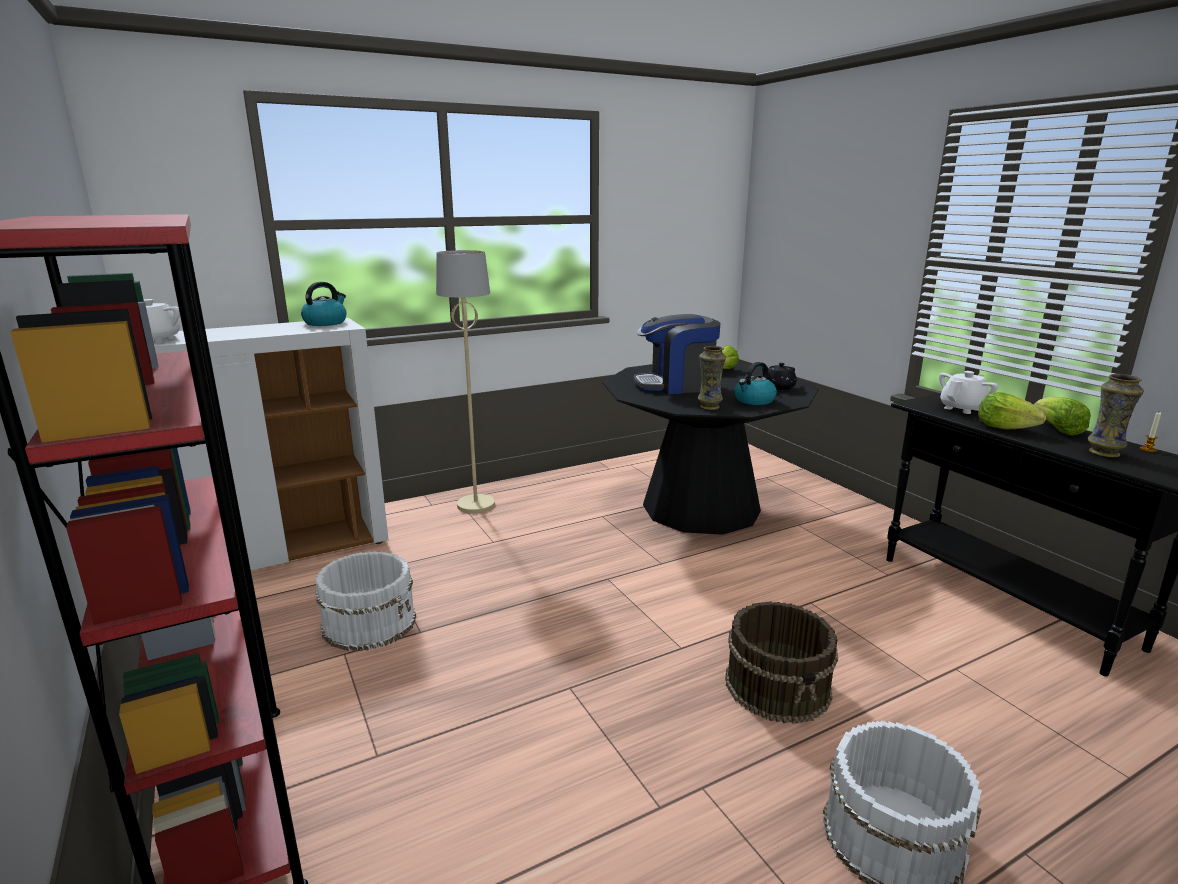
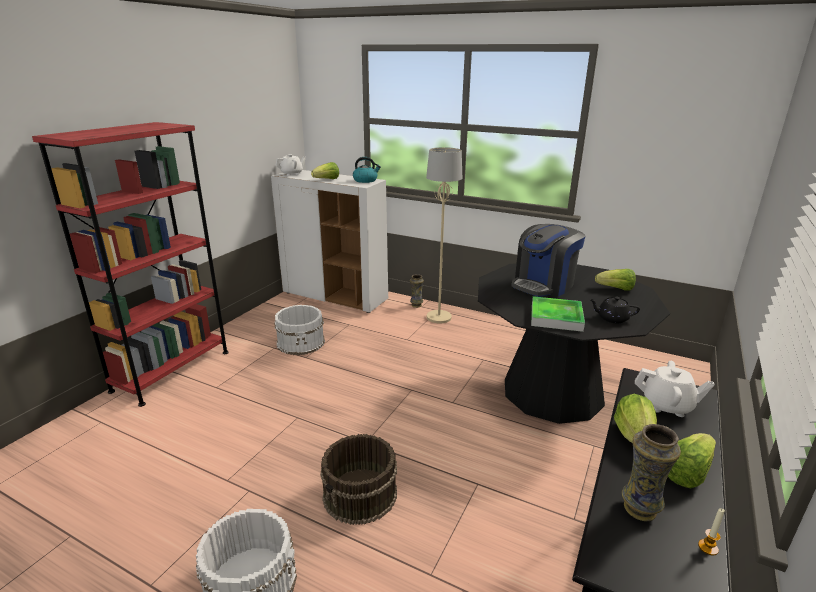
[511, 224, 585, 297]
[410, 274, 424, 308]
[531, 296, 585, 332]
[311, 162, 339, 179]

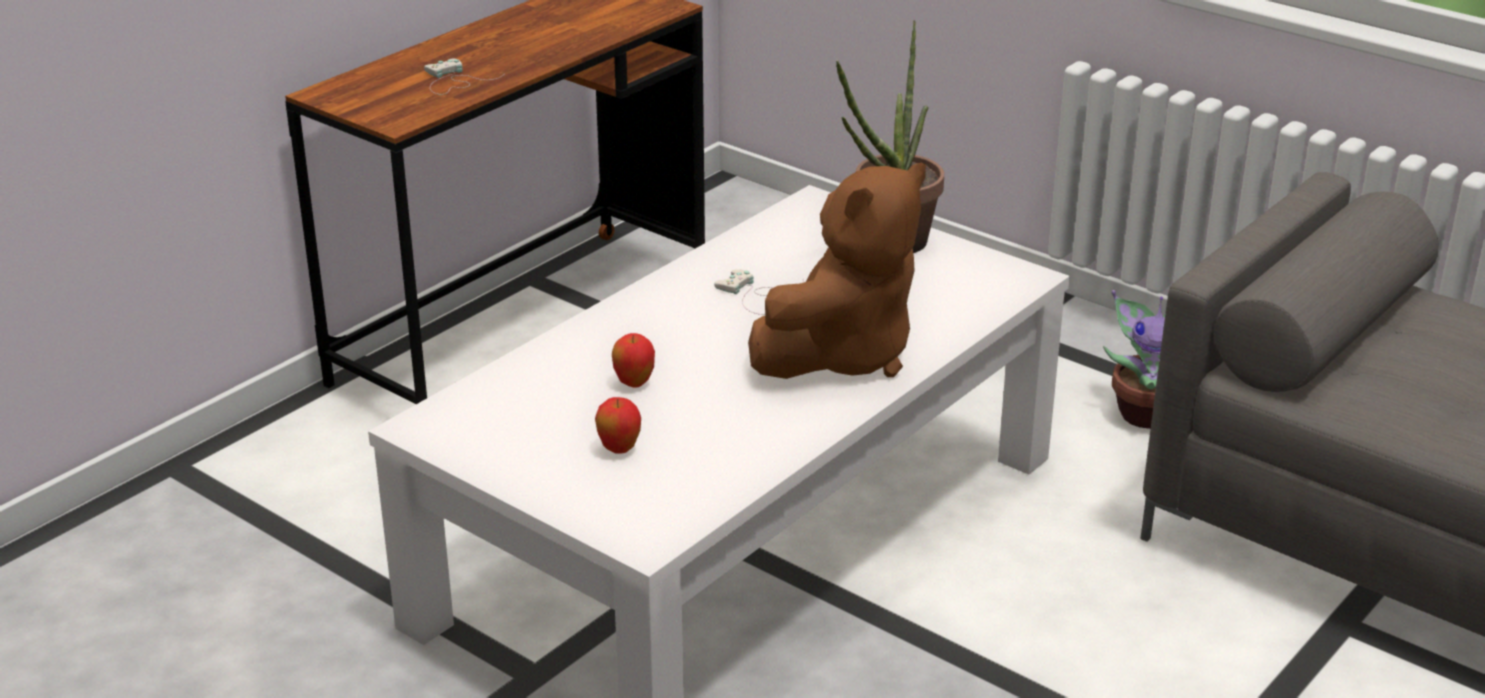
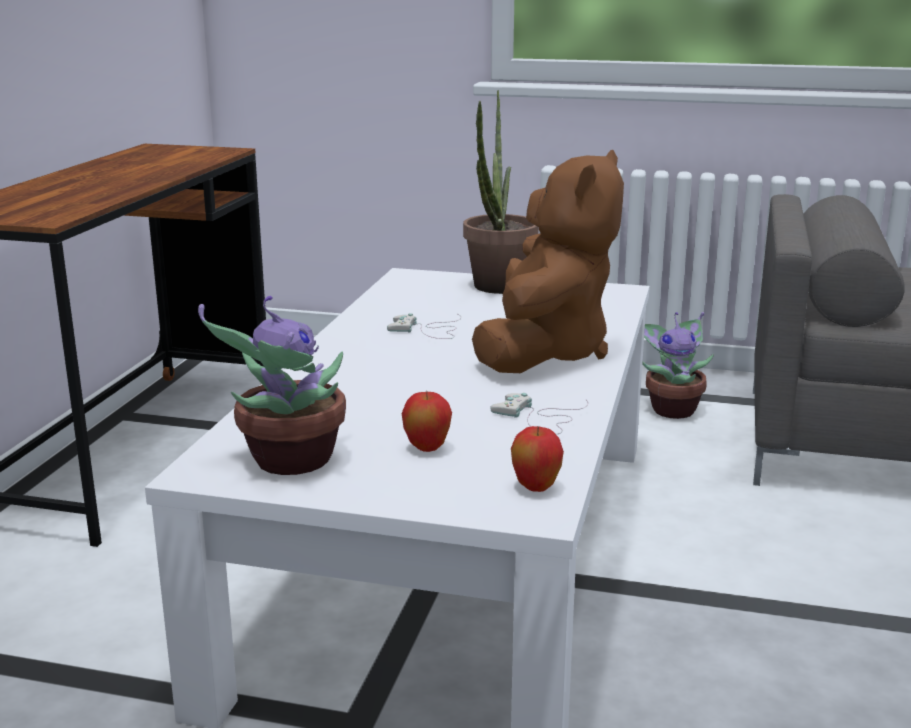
[490, 393, 588, 434]
[511, 426, 564, 492]
[198, 296, 346, 475]

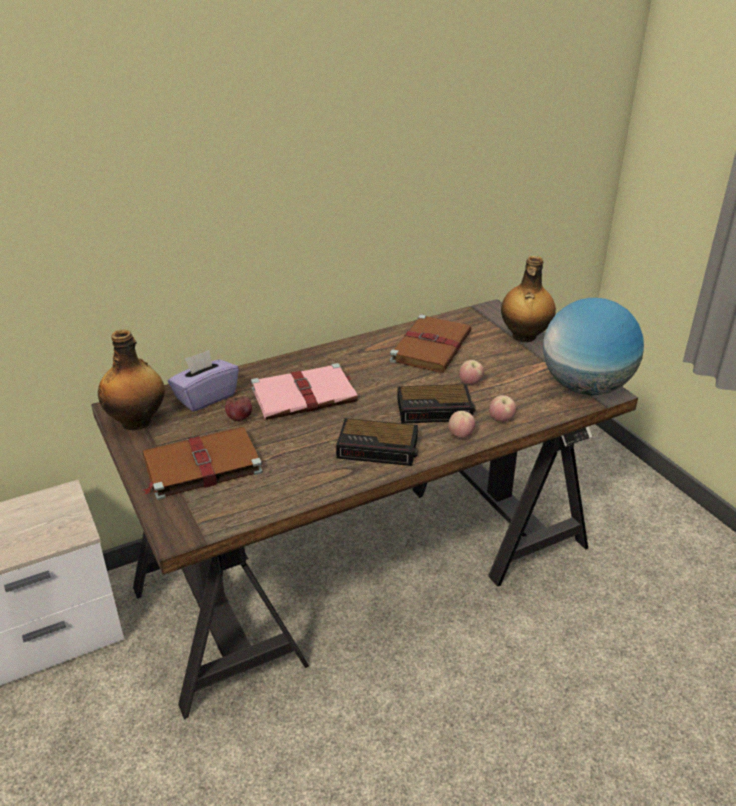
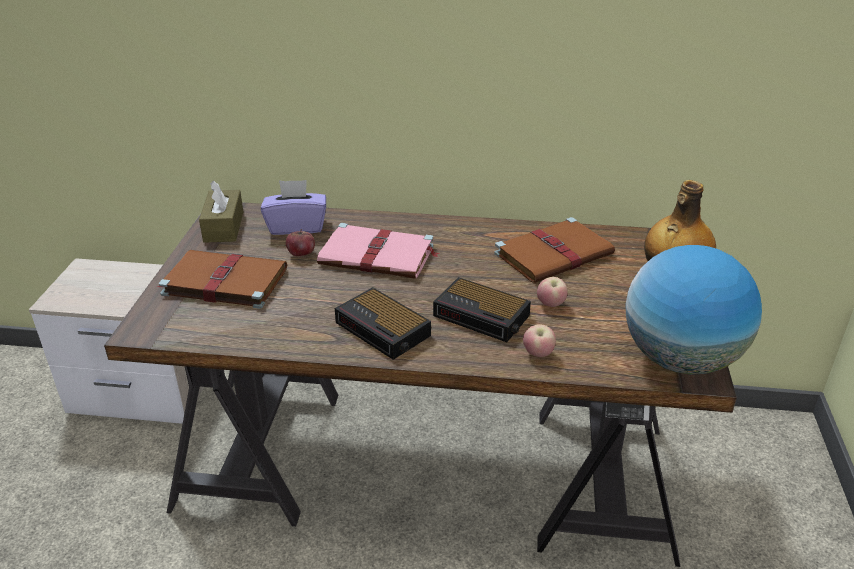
[199, 180, 243, 243]
[448, 411, 475, 438] (first image)

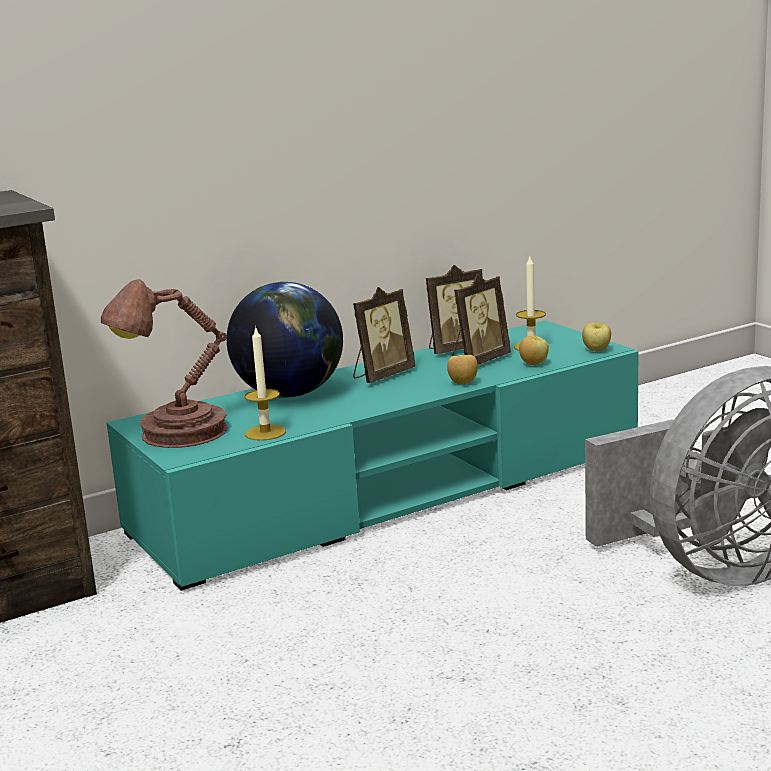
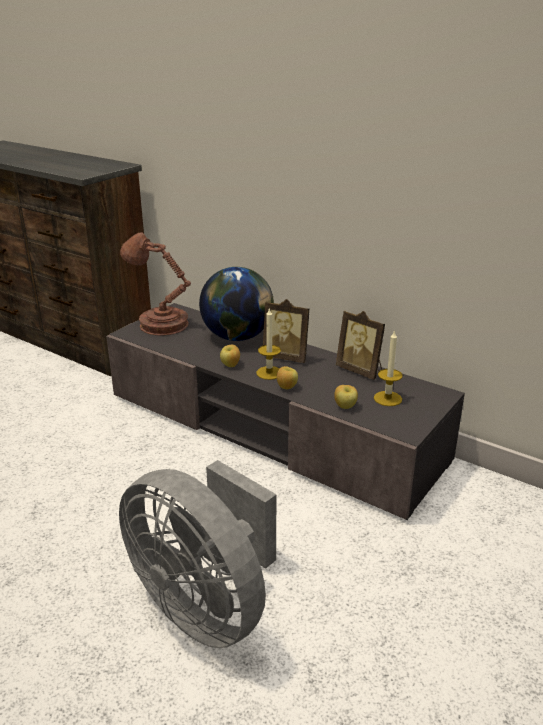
[452, 274, 511, 365] (first image)
[106, 303, 465, 520]
[220, 345, 240, 367]
[256, 307, 281, 380]

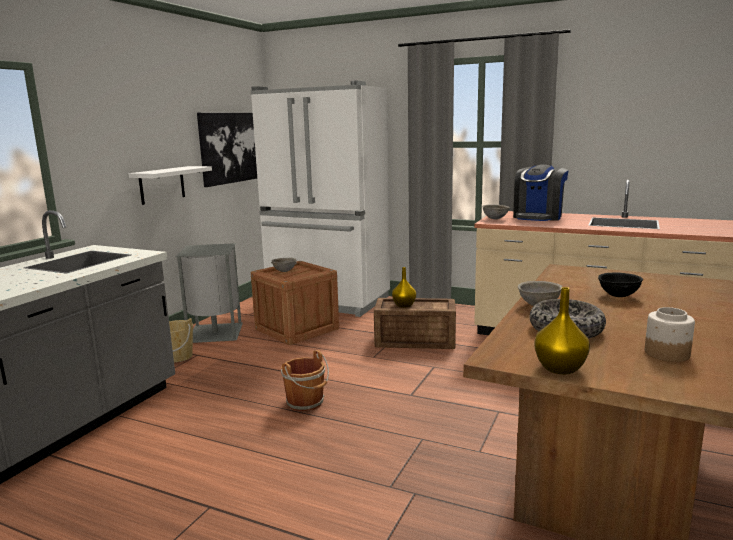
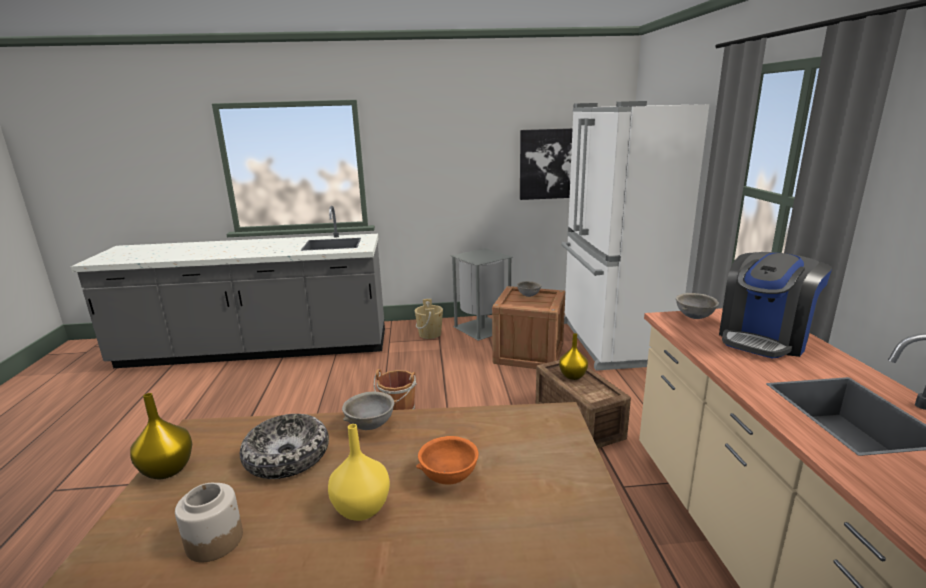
[719, 252, 832, 358]
[128, 166, 212, 205] (first image)
[416, 436, 479, 485]
[328, 424, 390, 521]

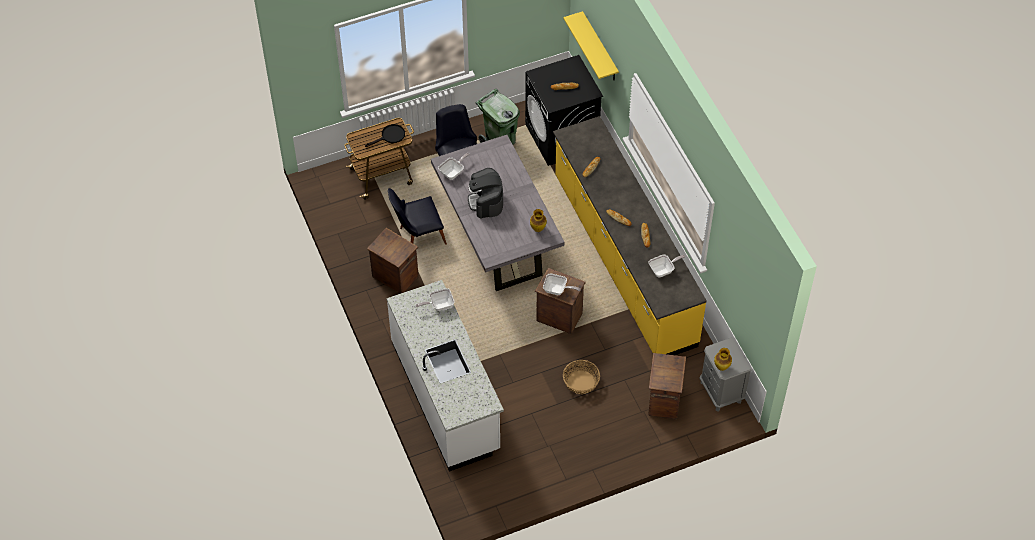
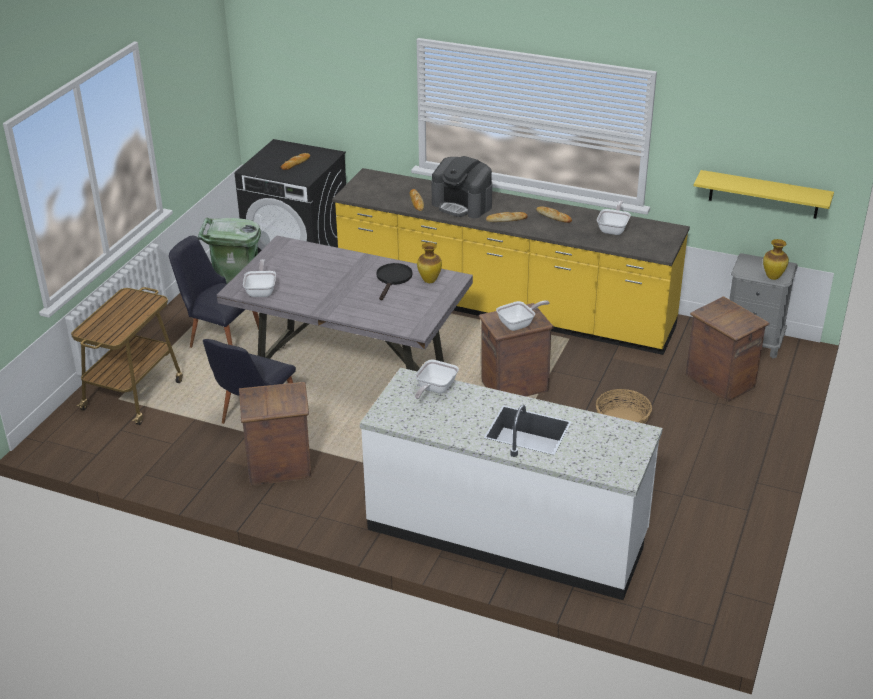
[694, 170, 834, 219]
[376, 263, 413, 300]
[431, 156, 492, 218]

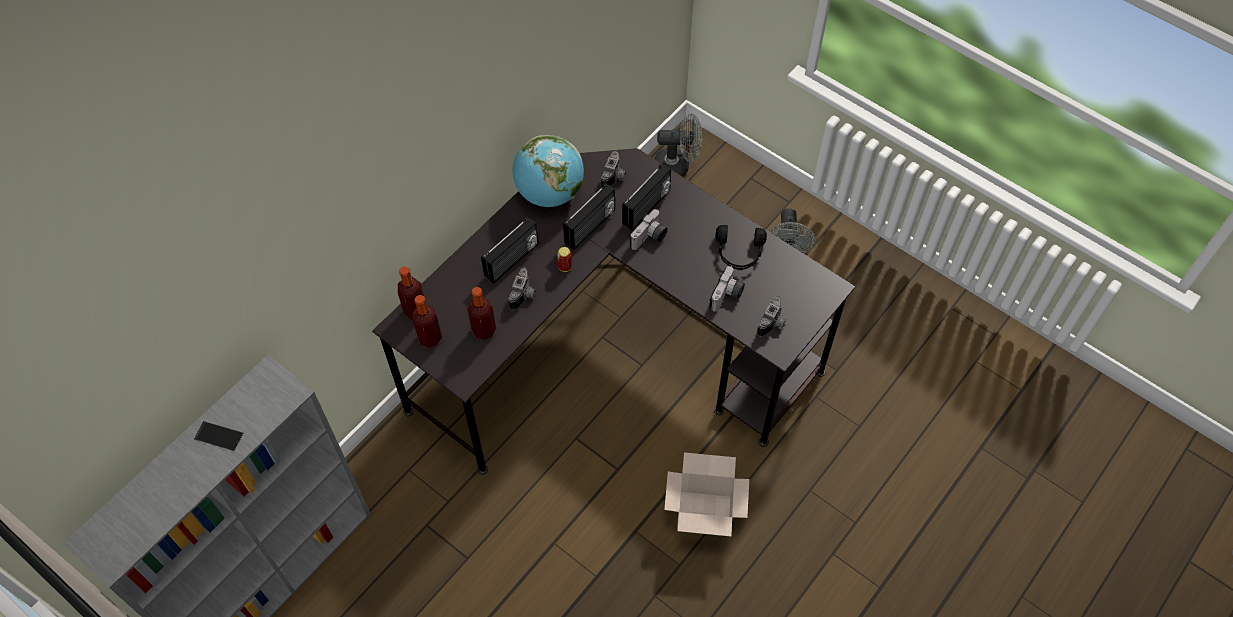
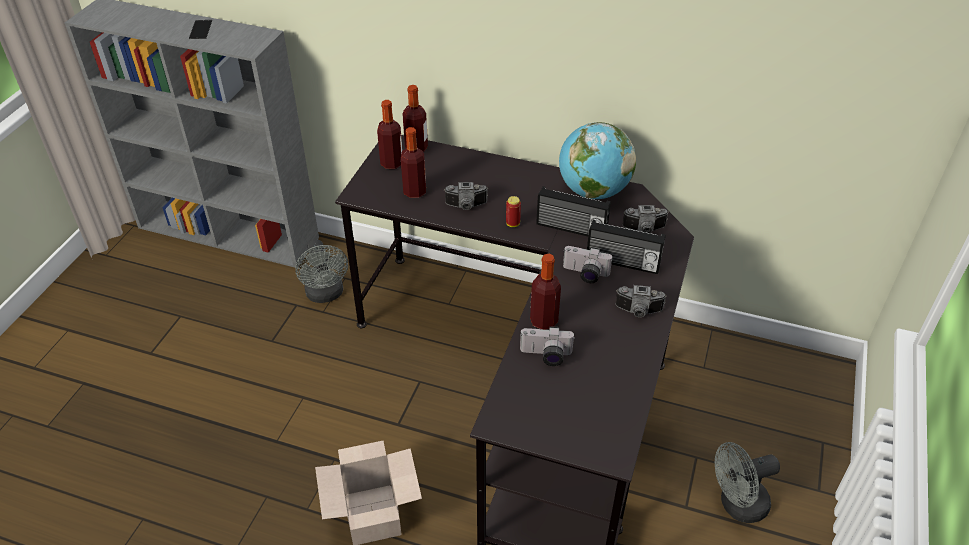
[295, 239, 348, 303]
[481, 217, 539, 284] (first image)
[715, 225, 767, 270] (first image)
[615, 285, 667, 317]
[530, 254, 561, 329]

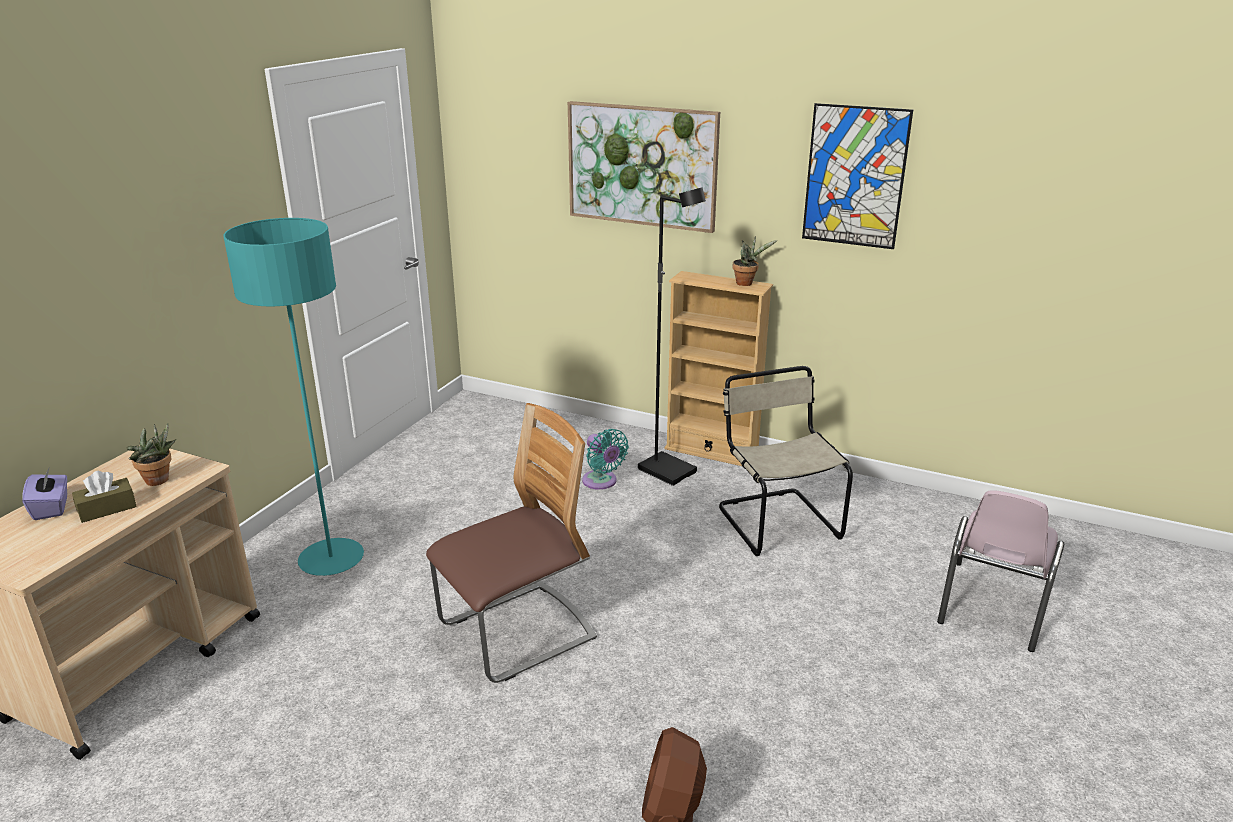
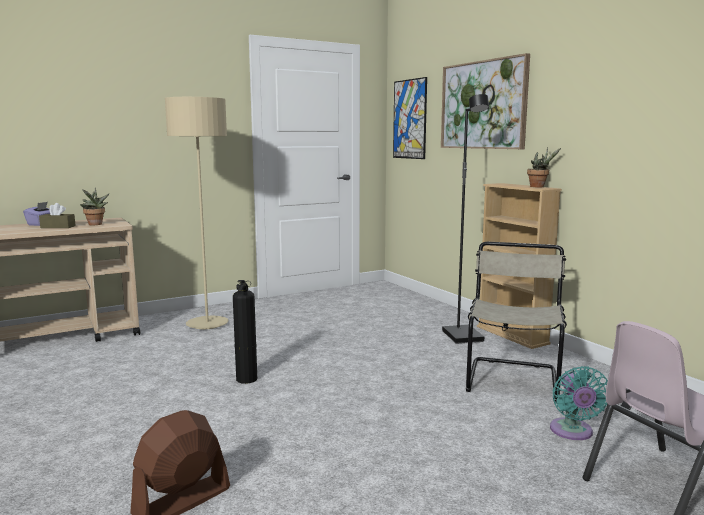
[393, 77, 427, 159]
[165, 97, 228, 329]
[233, 280, 257, 384]
[550, 366, 608, 440]

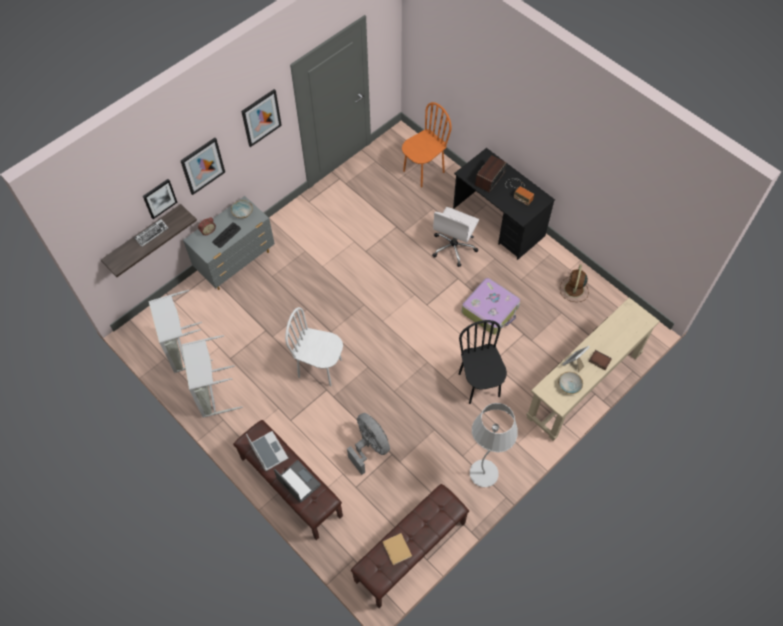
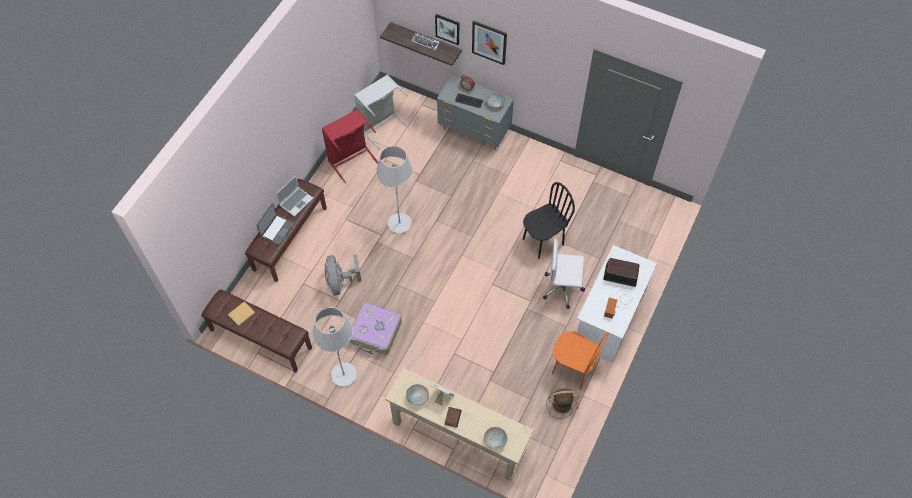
[241, 89, 282, 147] (first image)
[552, 331, 609, 390]
[577, 245, 657, 363]
[350, 303, 402, 355]
[376, 146, 413, 233]
[523, 182, 575, 259]
[322, 109, 378, 183]
[325, 254, 361, 295]
[484, 427, 508, 450]

